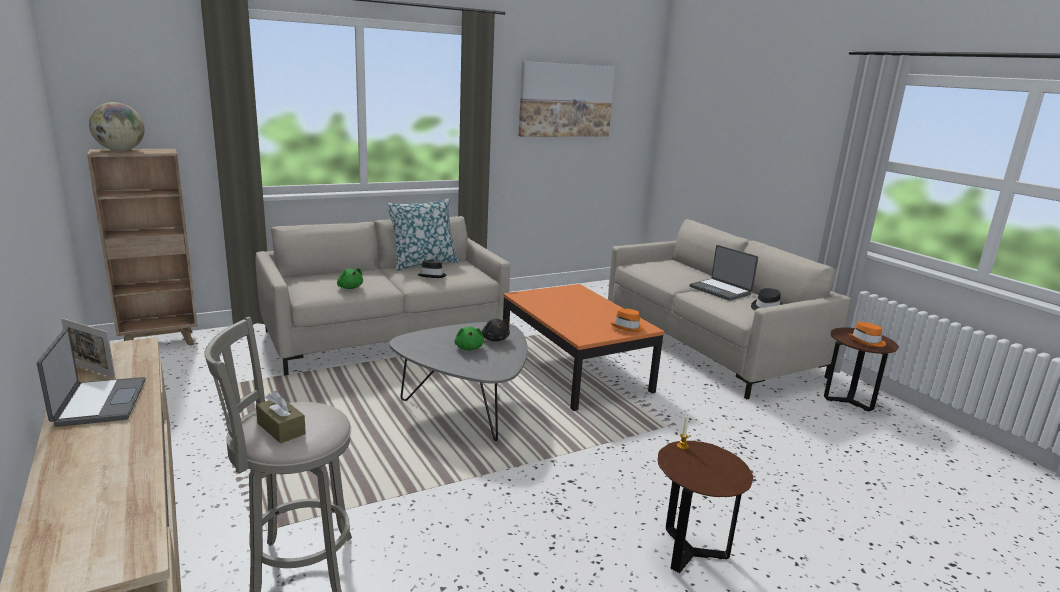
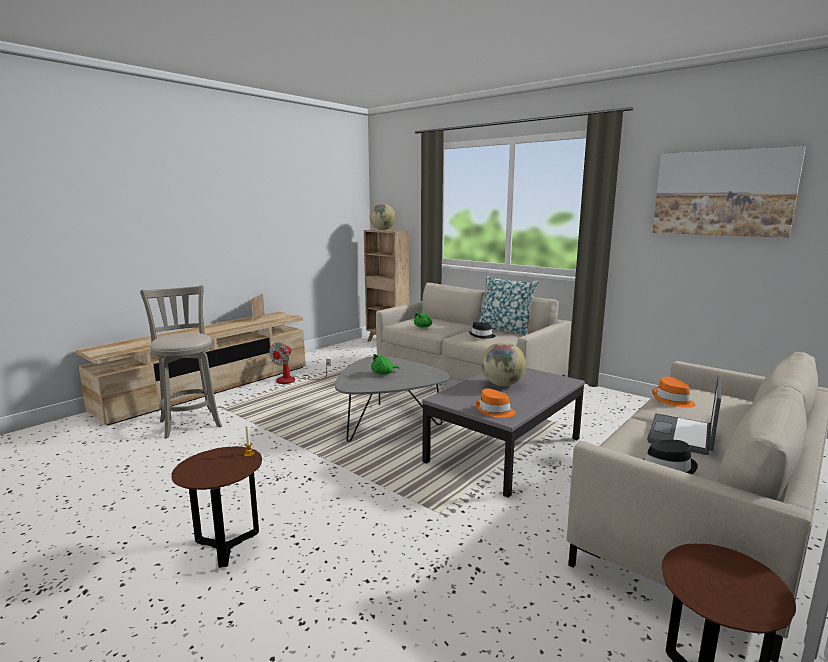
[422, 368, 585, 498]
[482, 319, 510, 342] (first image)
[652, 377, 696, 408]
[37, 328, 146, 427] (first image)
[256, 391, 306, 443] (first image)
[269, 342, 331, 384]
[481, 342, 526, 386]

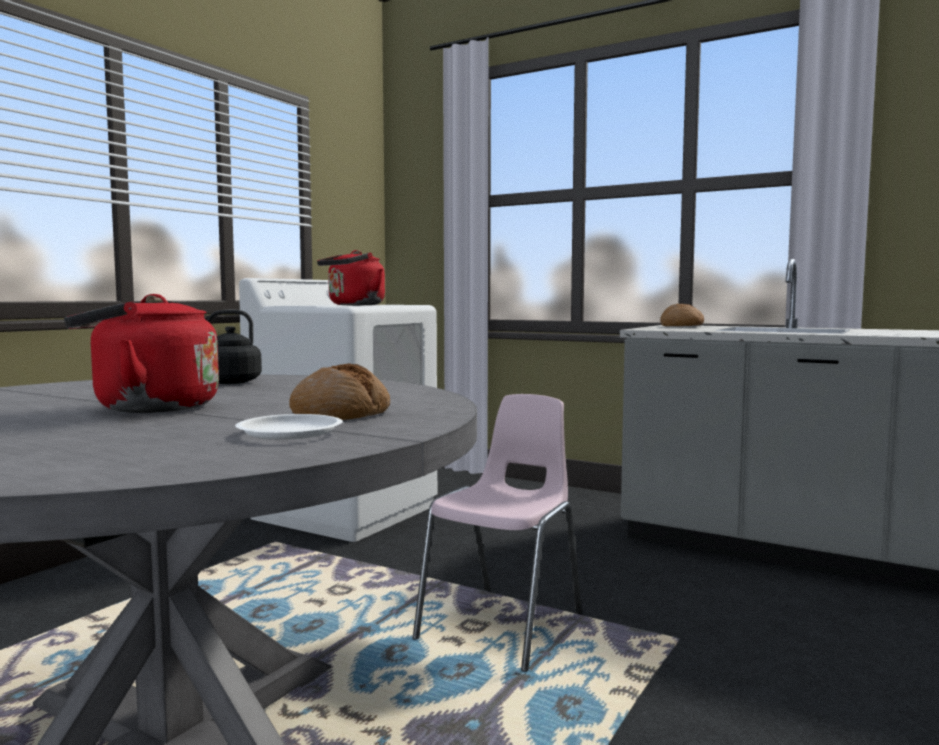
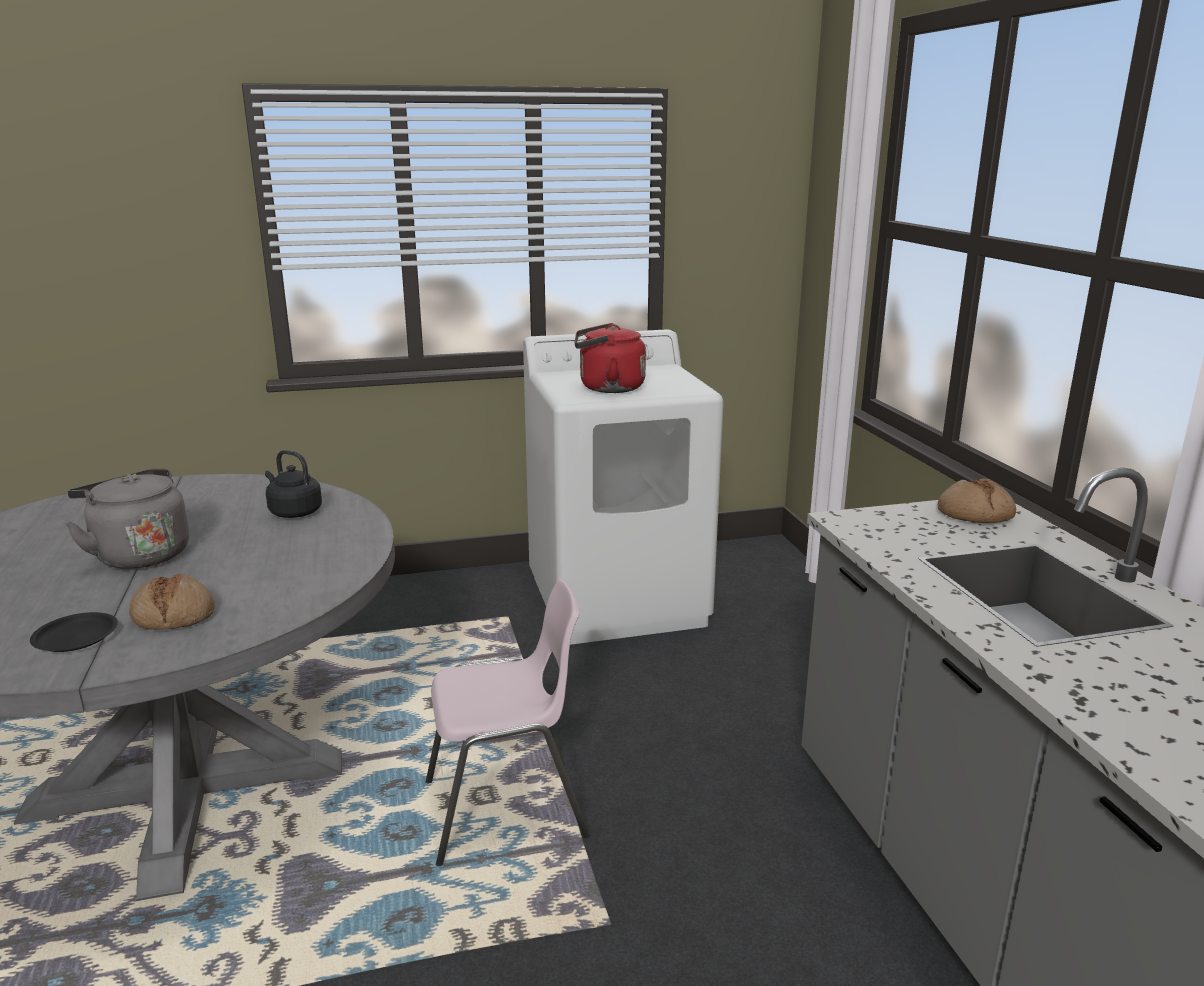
[65, 469, 189, 569]
[30, 612, 118, 652]

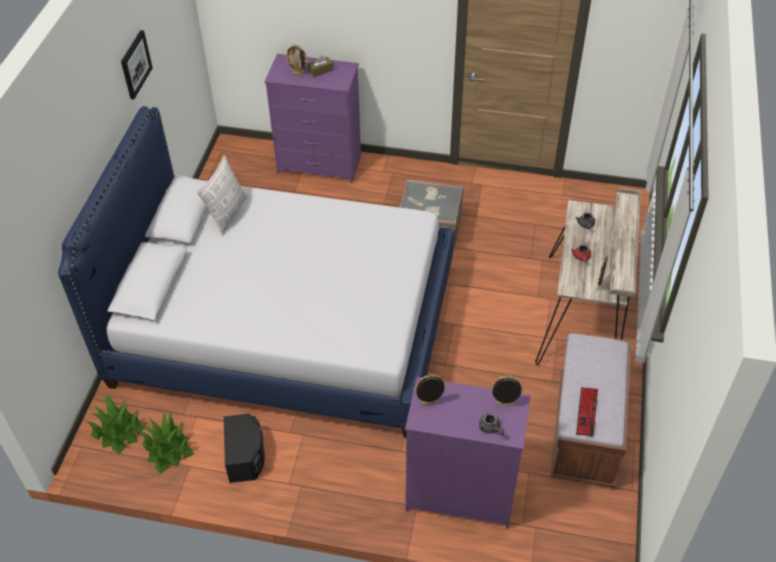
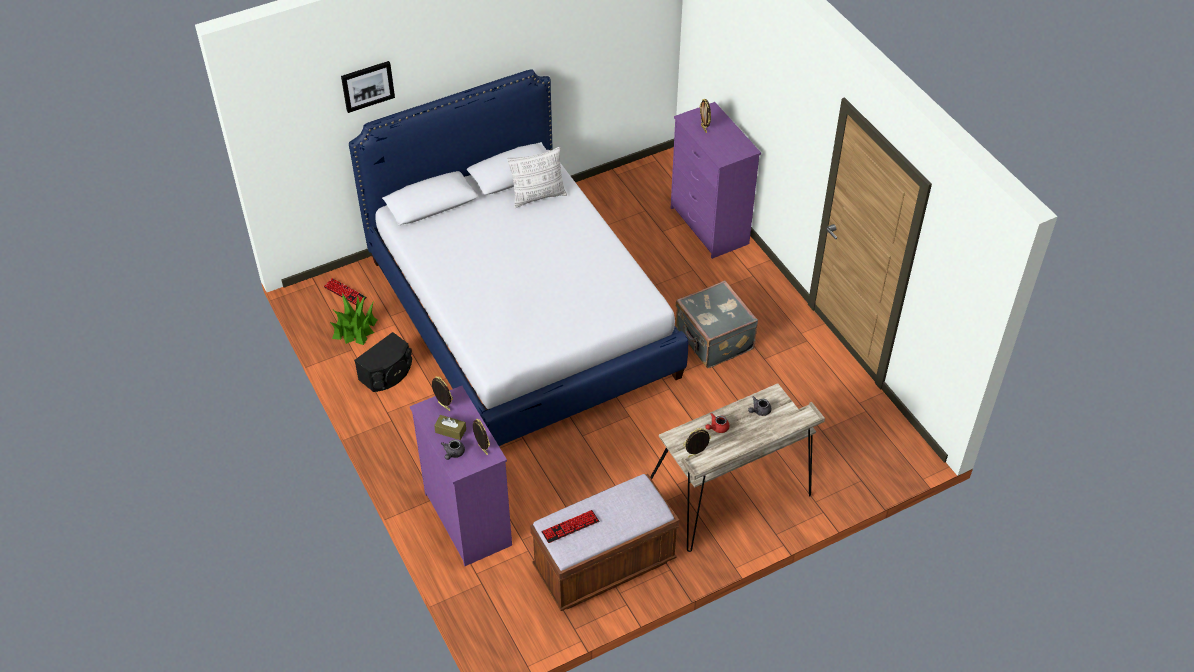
[341, 61, 395, 113]
[434, 415, 466, 440]
[324, 278, 367, 305]

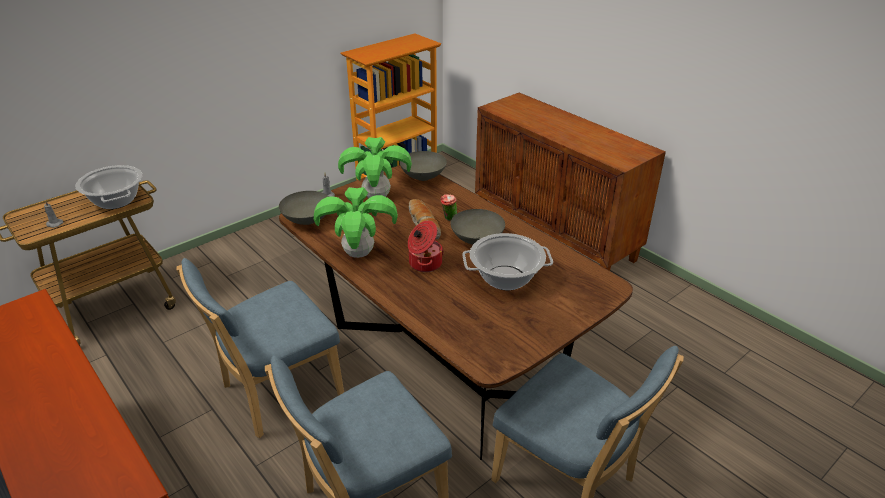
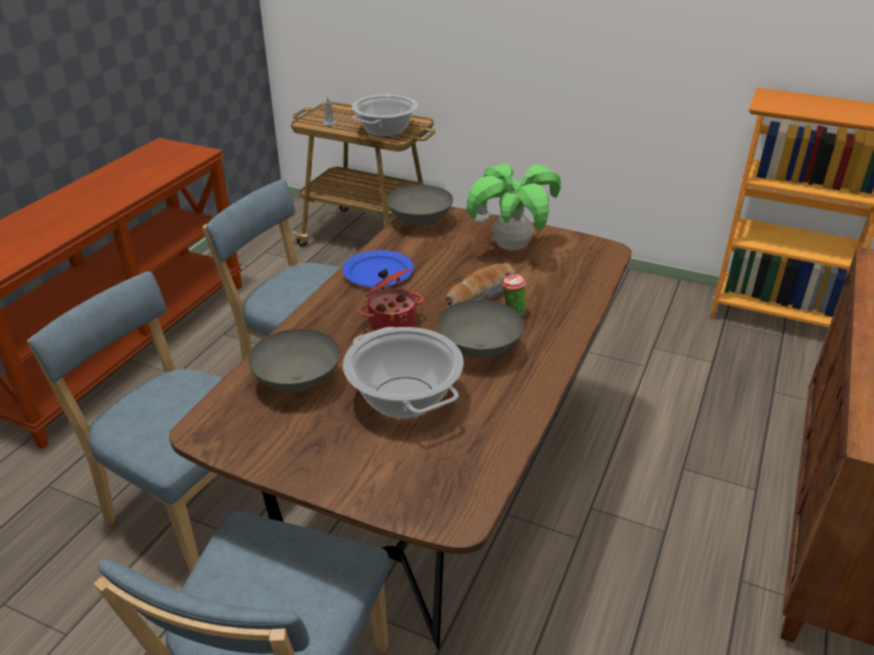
[248, 329, 340, 392]
[342, 250, 414, 287]

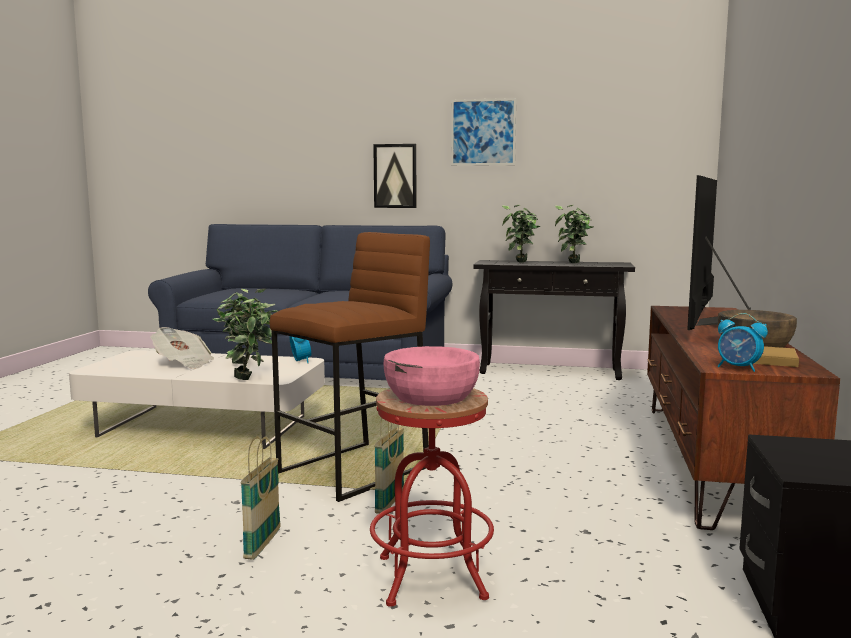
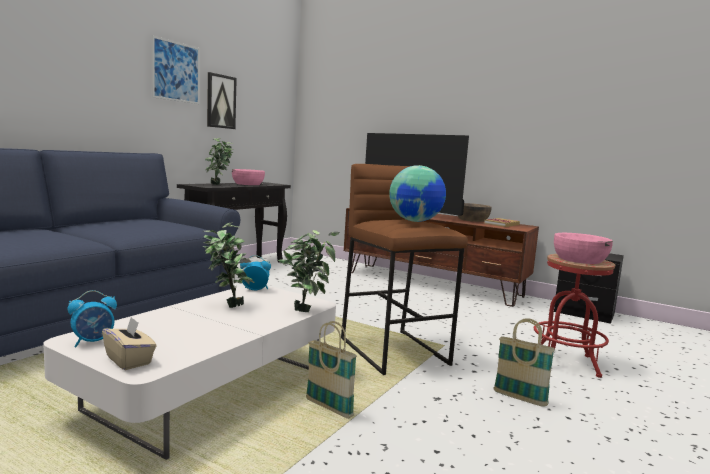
[207, 72, 237, 129]
[232, 169, 265, 185]
[67, 290, 117, 347]
[150, 327, 214, 369] (first image)
[306, 321, 357, 419]
[389, 165, 446, 222]
[102, 317, 156, 370]

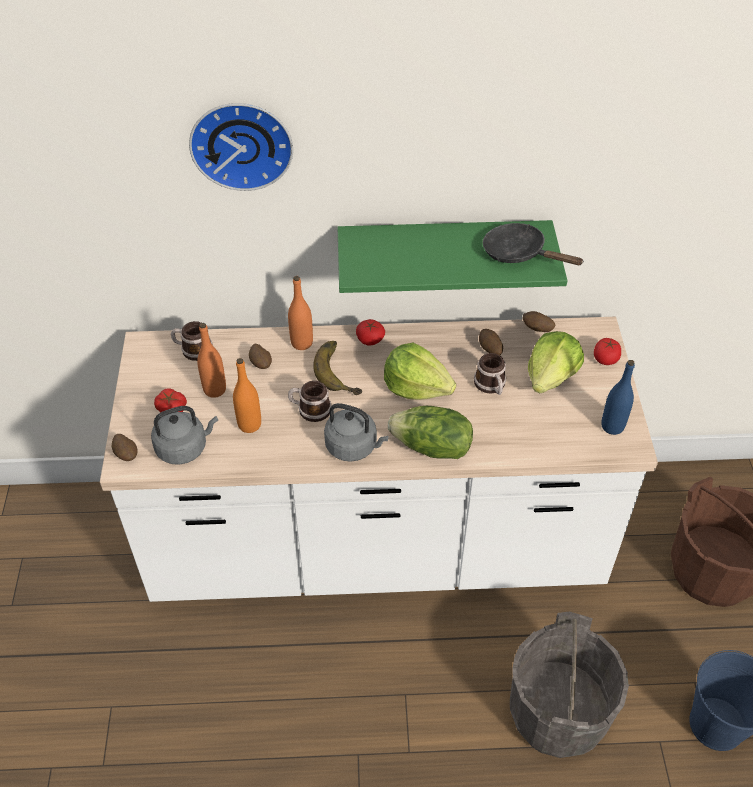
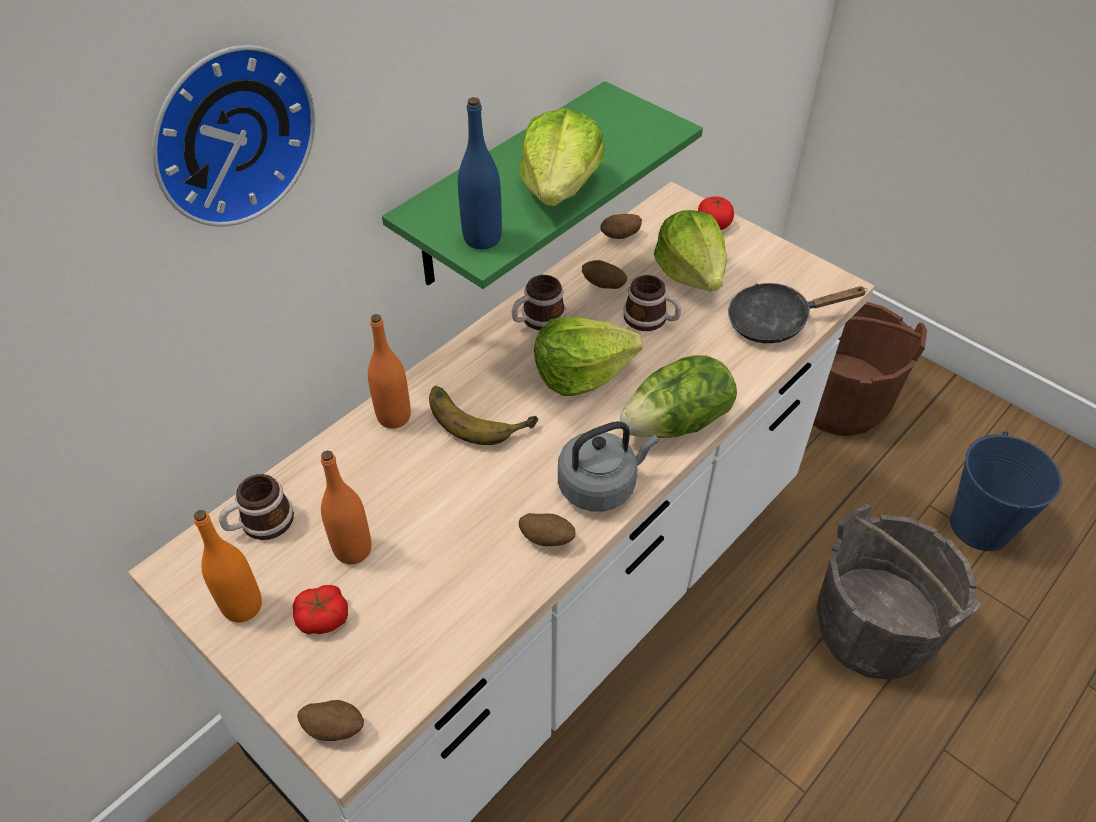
[728, 283, 867, 343]
[356, 319, 385, 346] (first image)
[519, 513, 575, 546]
[194, 510, 262, 623]
[458, 97, 502, 249]
[512, 275, 566, 331]
[151, 406, 218, 465] (first image)
[519, 108, 605, 206]

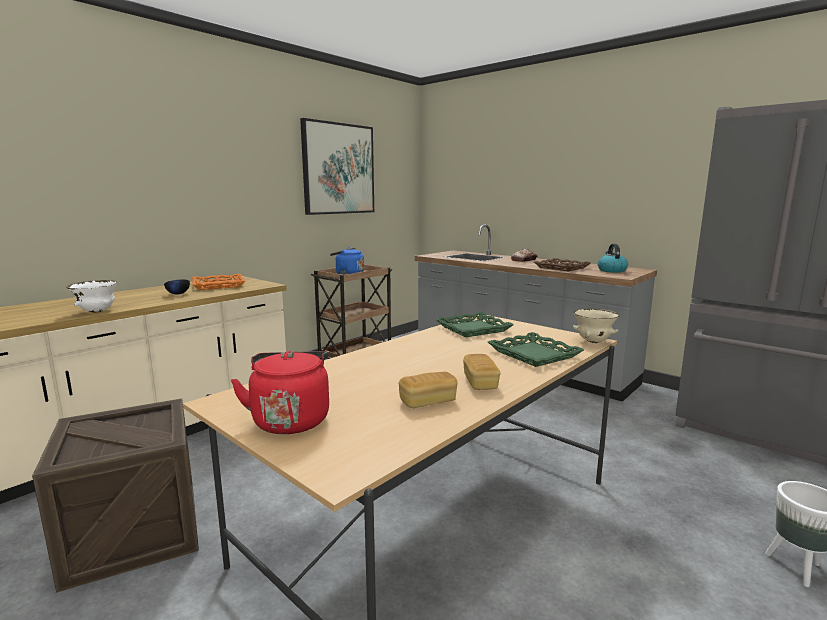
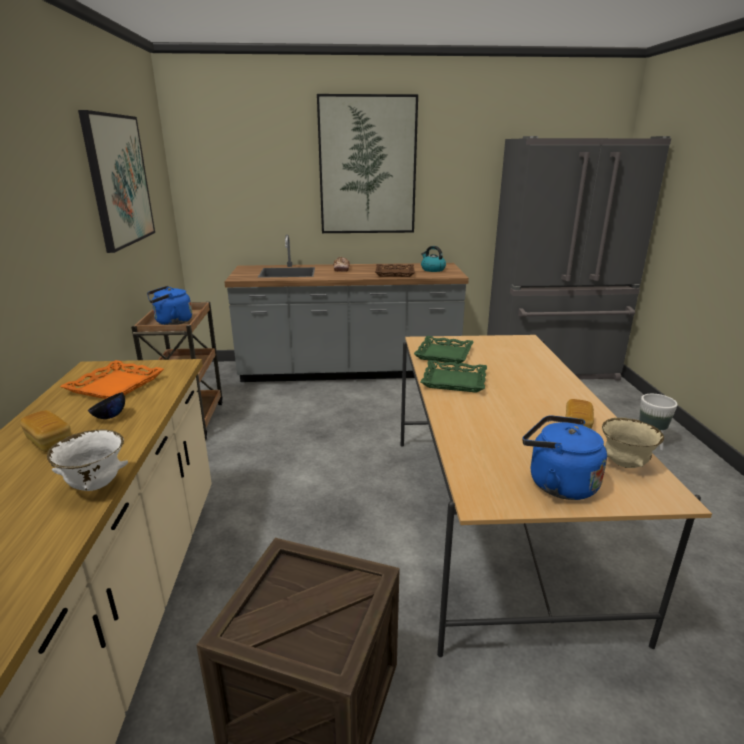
[602, 417, 664, 468]
[421, 360, 487, 393]
[522, 415, 607, 500]
[20, 410, 71, 452]
[317, 94, 418, 233]

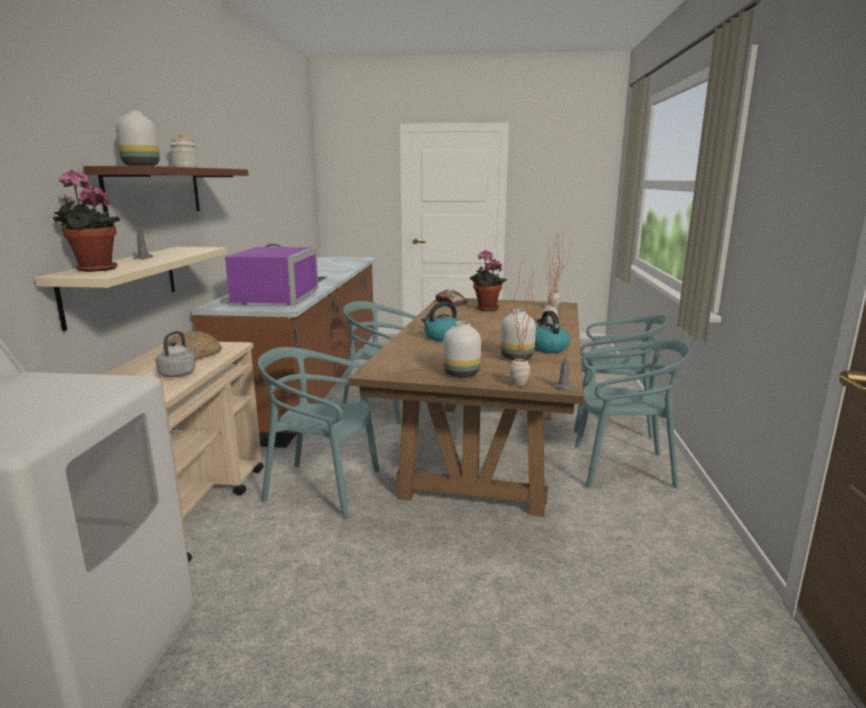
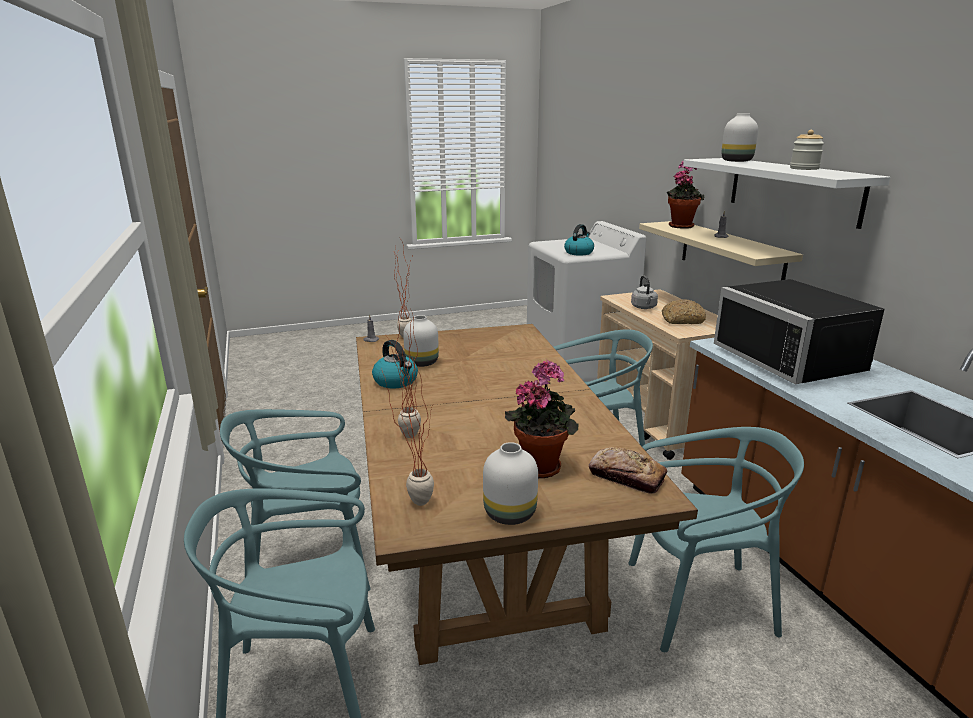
[683, 158, 890, 229]
[714, 279, 885, 384]
[564, 224, 594, 256]
[483, 442, 538, 525]

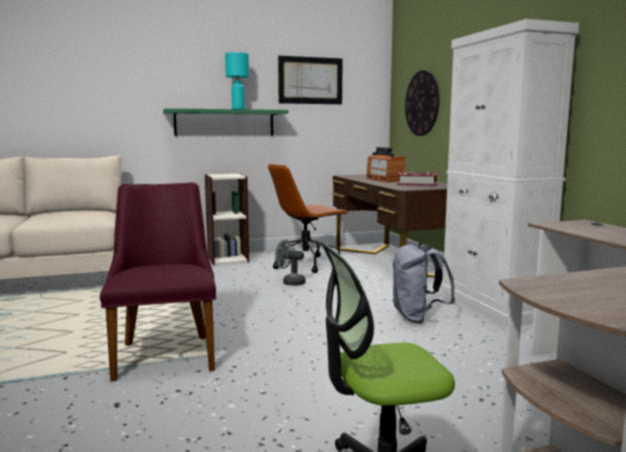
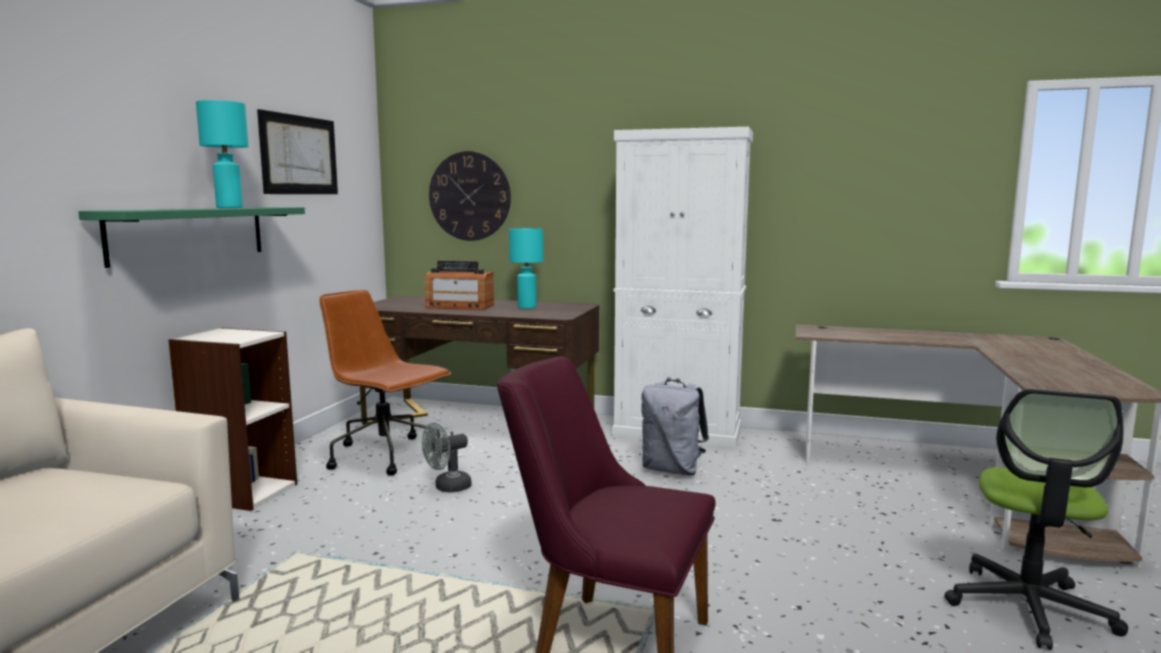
[319, 290, 451, 476]
[509, 228, 543, 309]

